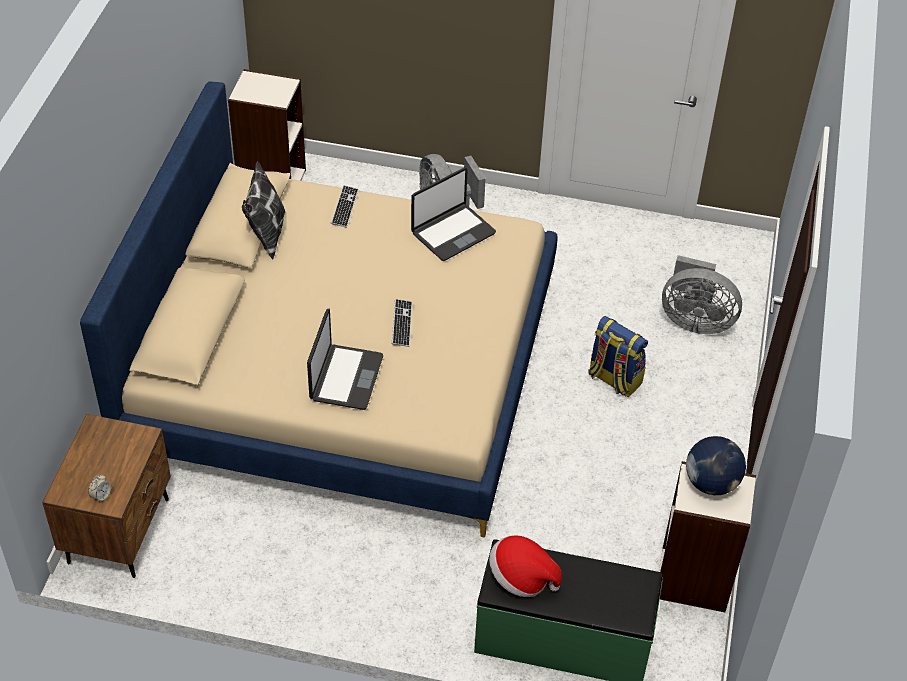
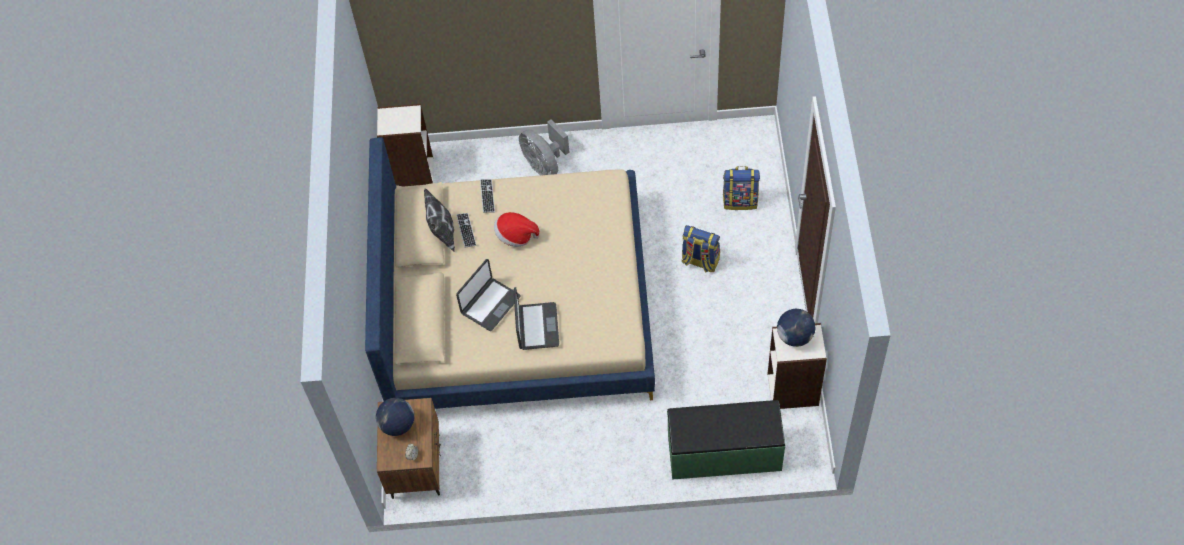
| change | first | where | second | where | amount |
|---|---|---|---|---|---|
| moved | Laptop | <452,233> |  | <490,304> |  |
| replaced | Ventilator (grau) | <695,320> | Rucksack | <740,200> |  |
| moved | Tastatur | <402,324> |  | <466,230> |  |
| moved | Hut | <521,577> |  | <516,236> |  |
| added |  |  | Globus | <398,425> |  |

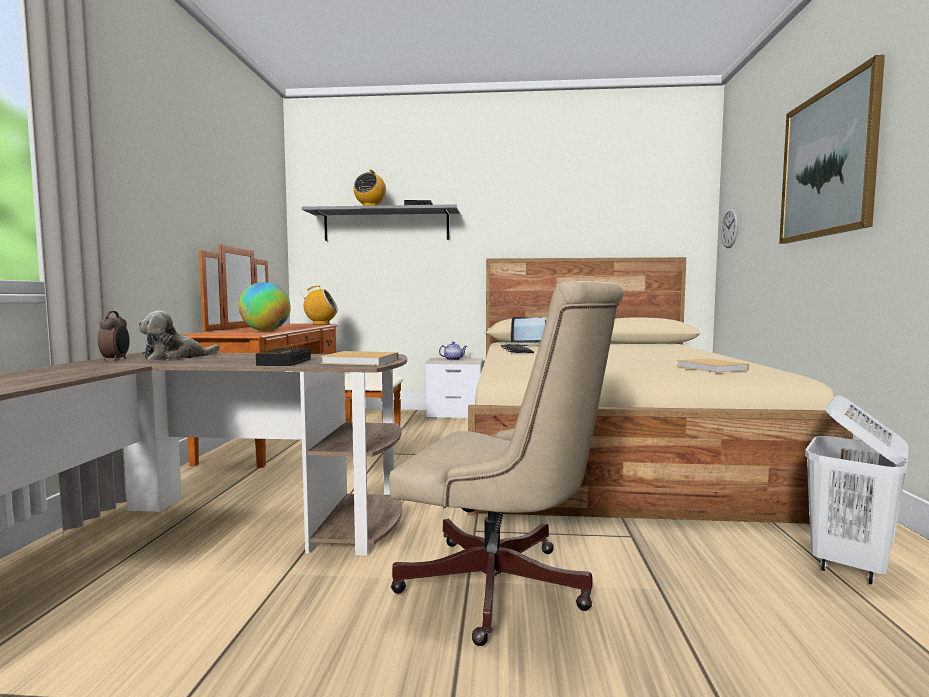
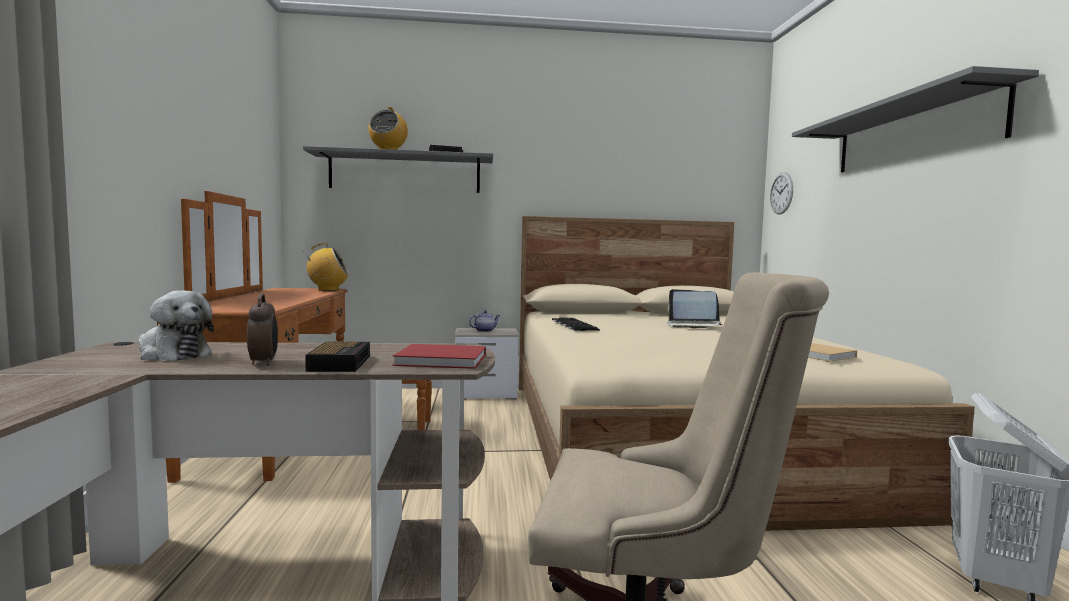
| change | first | where | second | where | amount |
|---|---|---|---|---|---|
| replaced | Bild | <827,163> | Wandregal (grau) | <912,133> |  |
| removed | Globus | <265,330> |  |  |  |
| moved | Wecker | <116,360> |  | <264,362> |  |
| turned | Plüschtier | <175,357> |  | <172,354> | 105 degrees counterclockwise |
| moved | Laptop | <524,345> |  | <693,325> |  |
| recoloured | Buch (beige) | <362,361> | Buch (rot) | <444,360> |  |

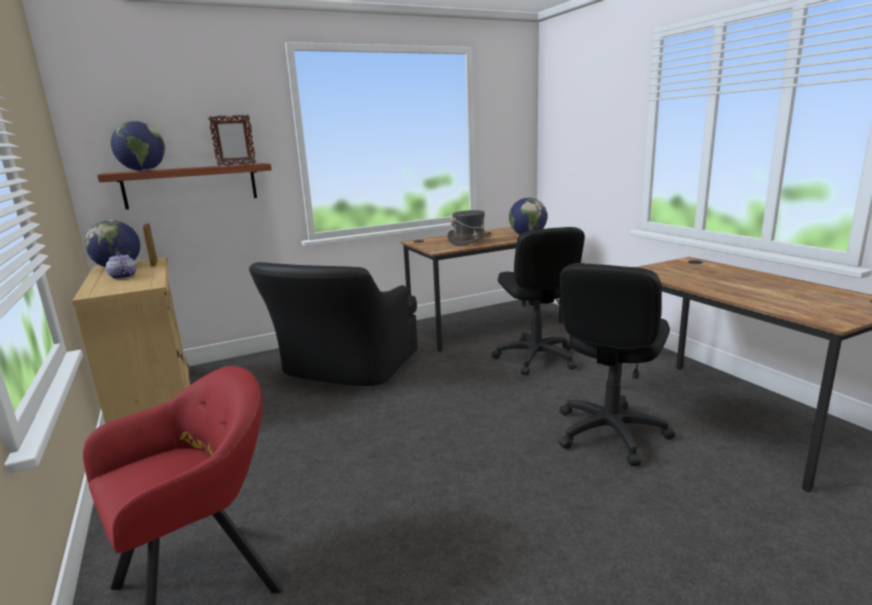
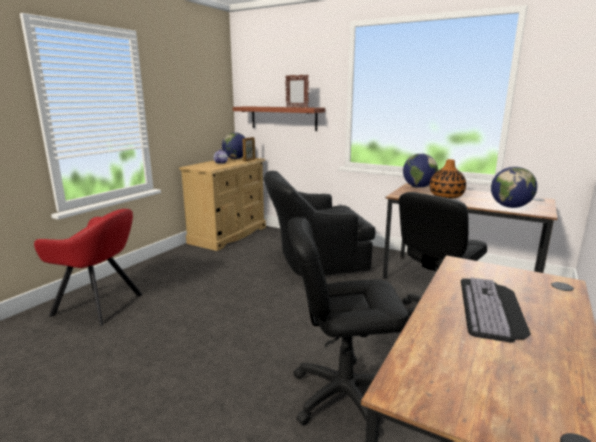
| change | first | where | second | where | amount |
|---|---|---|---|---|---|
| moved | Globus | <143,170> |  | <418,187> |  |
| replaced | Hut (grau) | <469,241> | Vase | <446,196> |  |
| added |  |  | Tastatur | <493,309> |  |

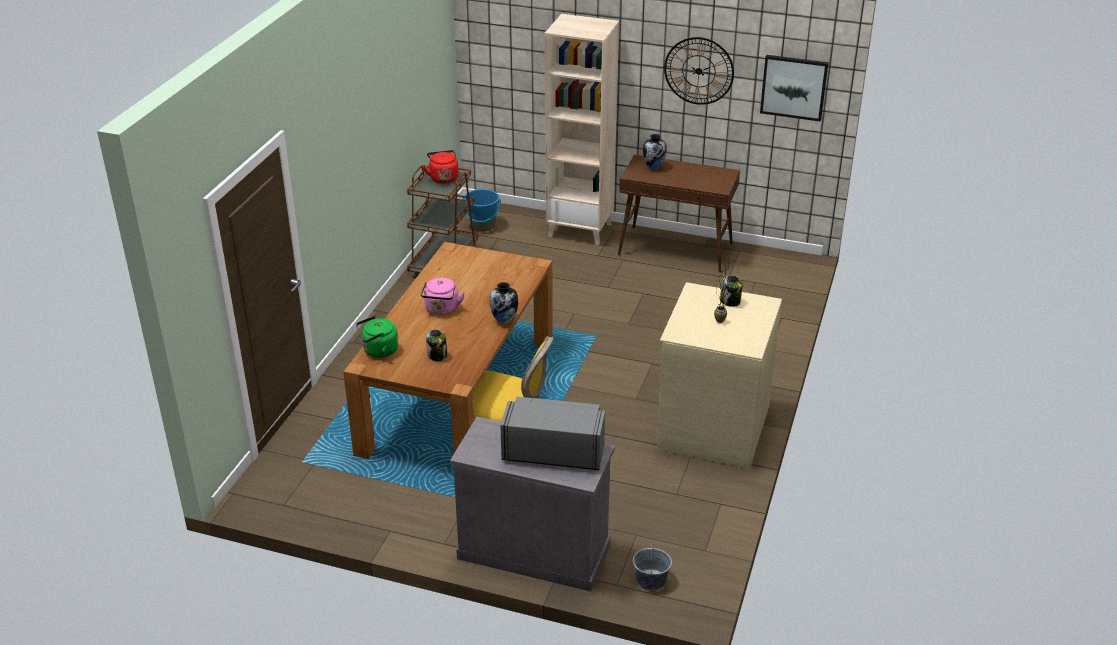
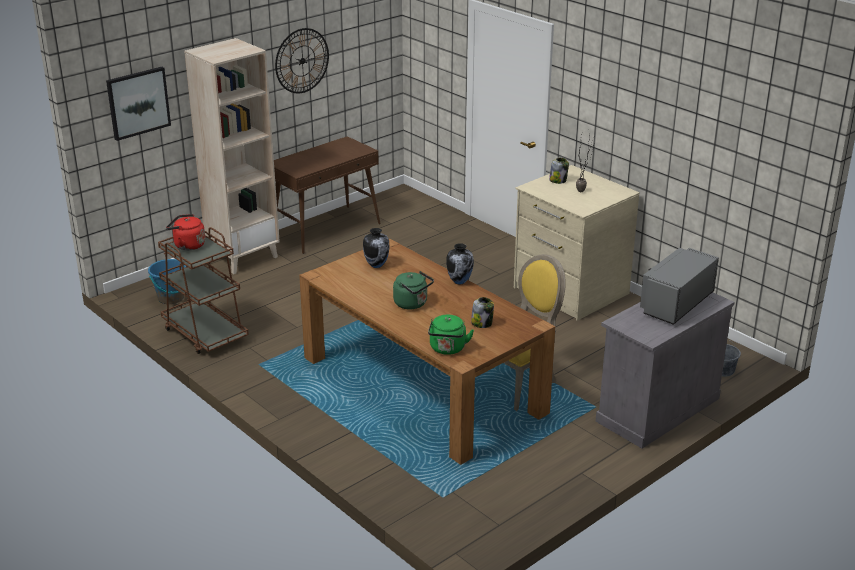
| change | first | where | second | where | amount |
|---|---|---|---|---|---|
| moved | Bild | <794,87> |  | <138,102> |  |
| moved | Vase | <654,167> |  | <377,265> |  |
| recoloured | Wasserkessel (rosa) | <441,310> | Wasserkessel (grün) | <412,304> |  |

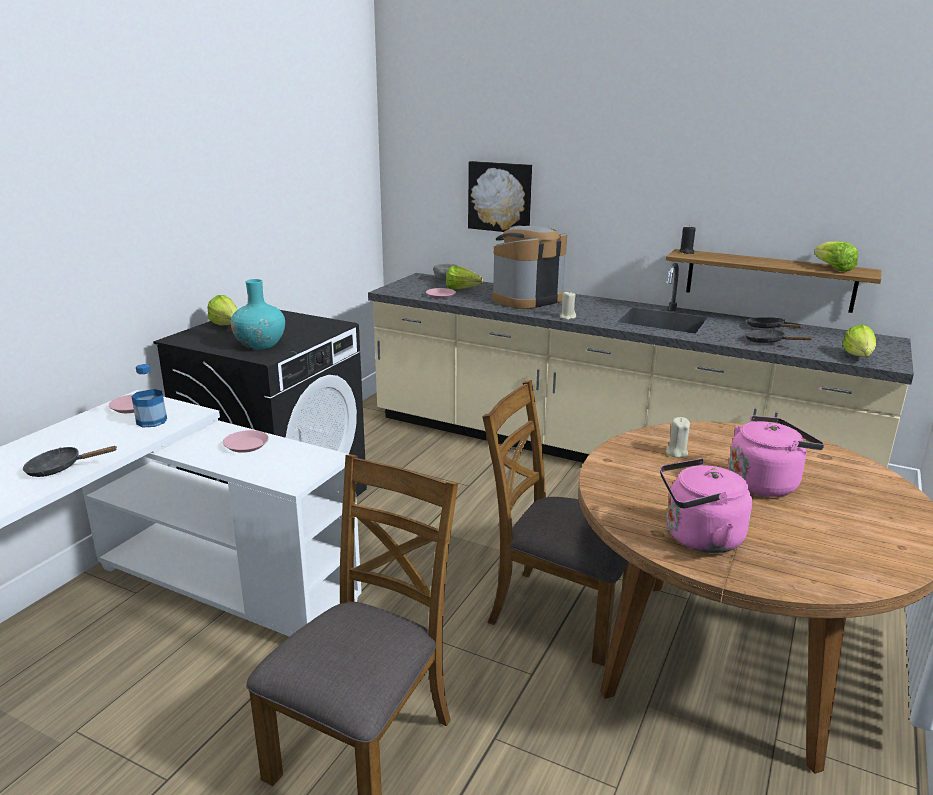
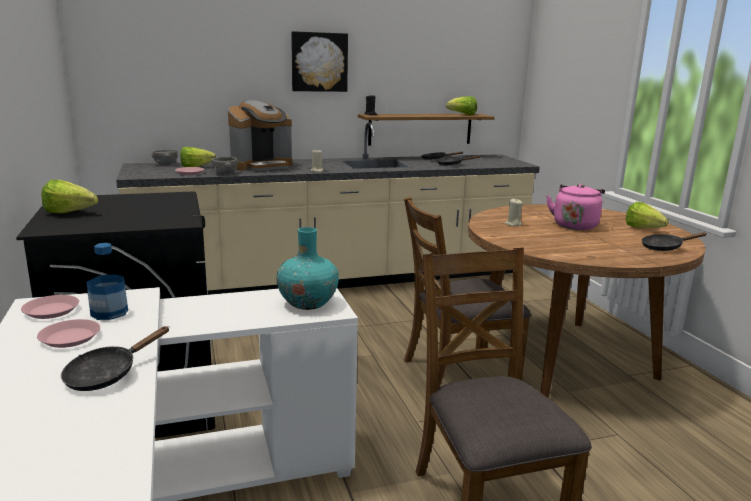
| change | first | where | second | where | amount |
|---|---|---|---|---|---|
| moved | Bild | <500,197> |  | <319,62> |  |
| turned | Kaffeemaschine | <526,299> |  | <262,166> | 135 degrees counterclockwise |
| moved | Vase (türkis) | <260,345> |  | <308,303> |  |
| moved | Salatkopf | <858,358> |  | <646,230> |  |
| moved | Teller (rosa) | <246,445> |  | <70,338> |  |
| removed | Wasserkessel (rosa) | <698,538> |  |  |  |
| added |  |  | Schüssel (grau) | <225,173> |  |
| added |  |  | Pfanne (schwarz) | <665,247> |  |

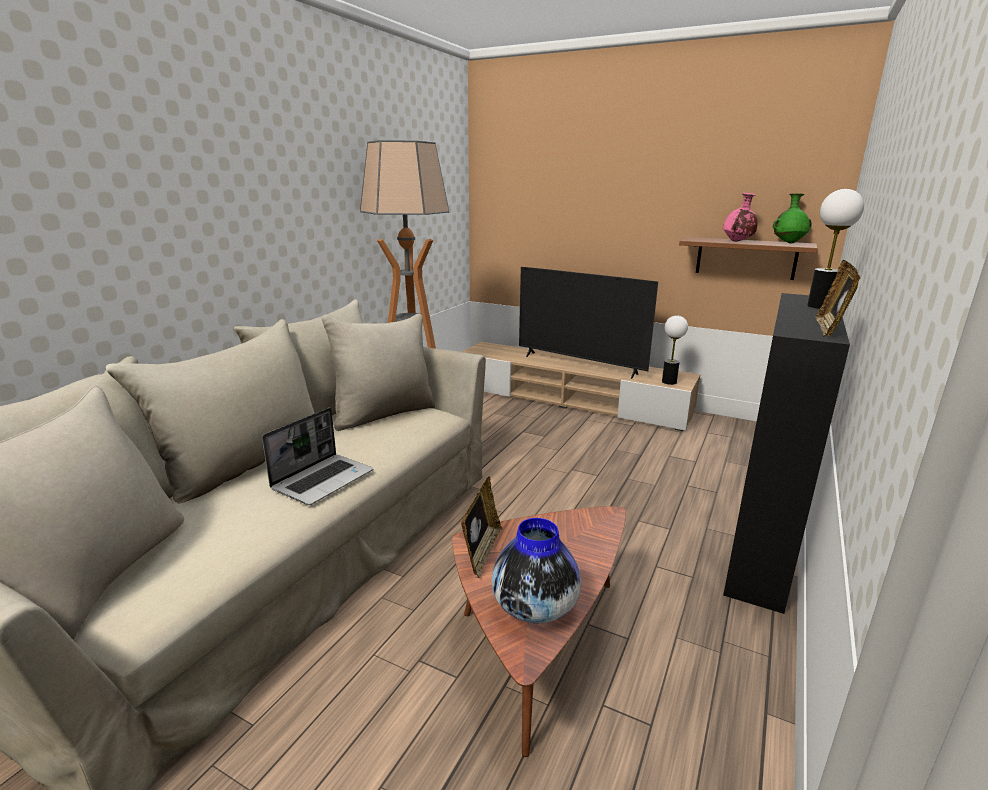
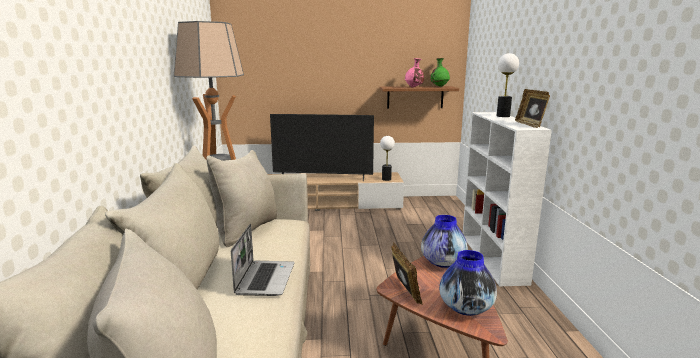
| change | first | where | second | where | amount |
|---|---|---|---|---|---|
| recoloured | Bücherregal (schwarz) | <760,547> | Bücherregal (weiß) | <493,258> |  |
| added |  |  | Vase | <443,263> |  |

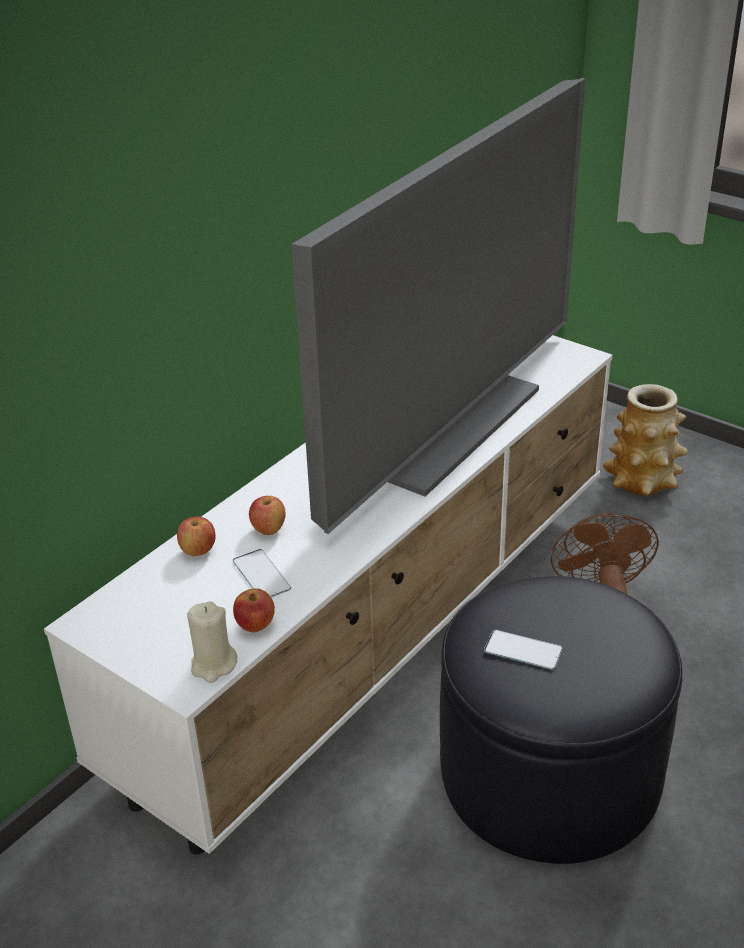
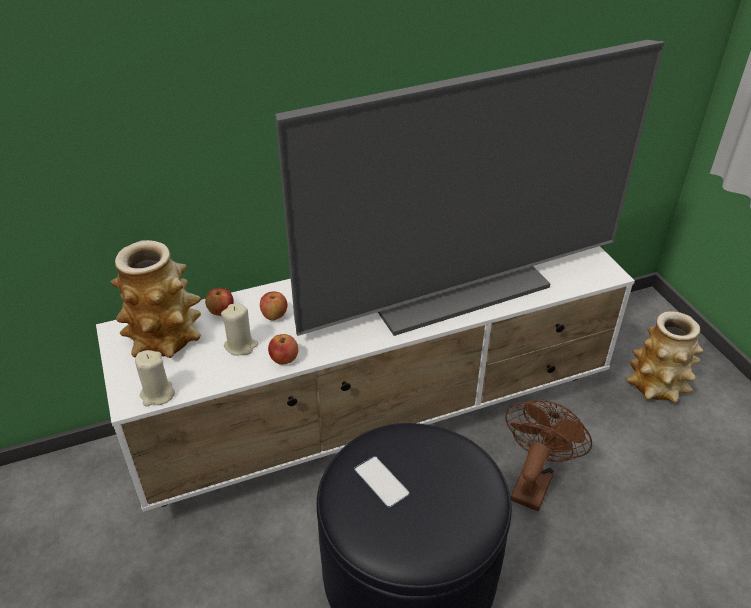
| change | first | where | second | where | amount |
|---|---|---|---|---|---|
| replaced | Handy | <261,575> | Kerze (beige) | <241,346> |  |
| moved | Apfel | <255,625> |  | <284,360> |  |
| added |  |  | Vase | <165,337> |  |

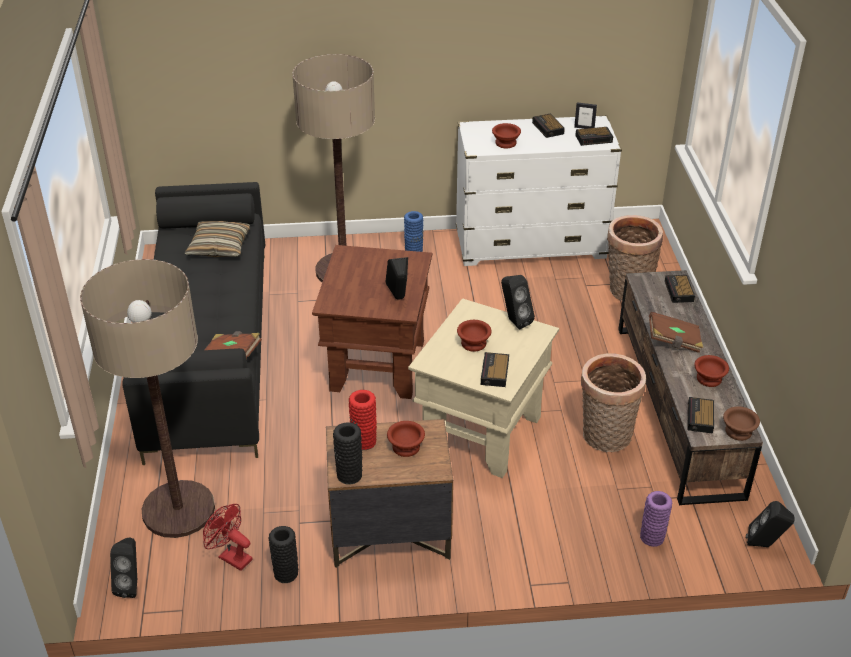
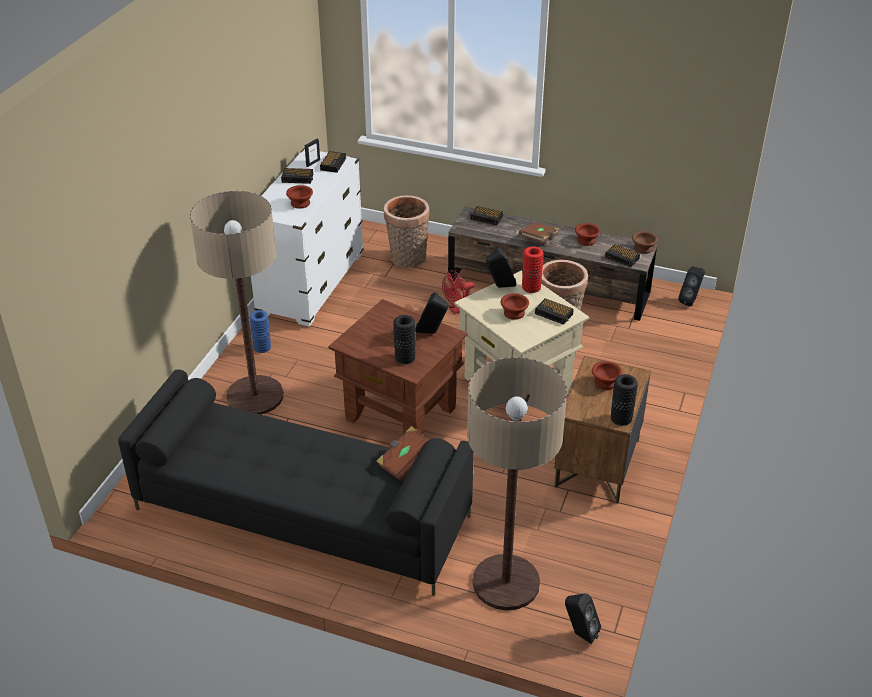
| change | first | where | second | where | amount |
|---|---|---|---|---|---|
| removed | Kissen | <219,247> |  |  |  |
| moved | Vase (rot) | <364,441> |  | <531,287> |  |
| removed | Vase (lila) | <652,537> |  |  |  |
| moved | Ventilator (rot) | <231,557> |  | <457,309> |  |
| moved | Vase (schwarz) | <286,573> |  | <405,358> |  |

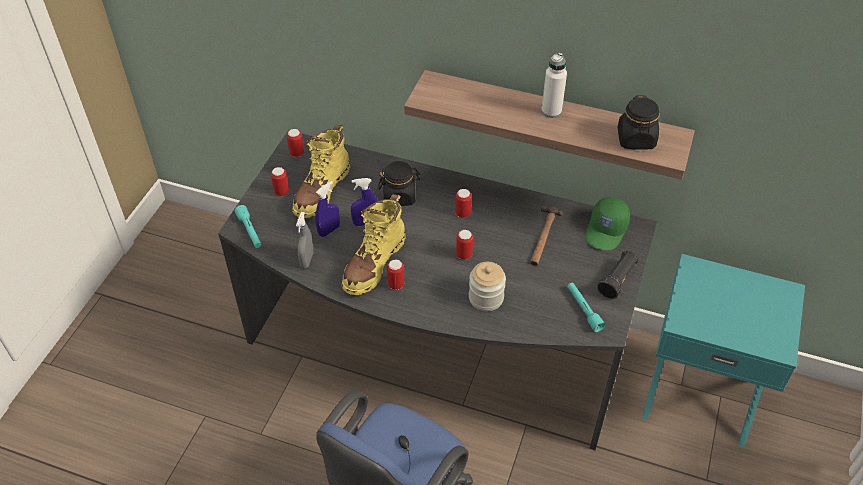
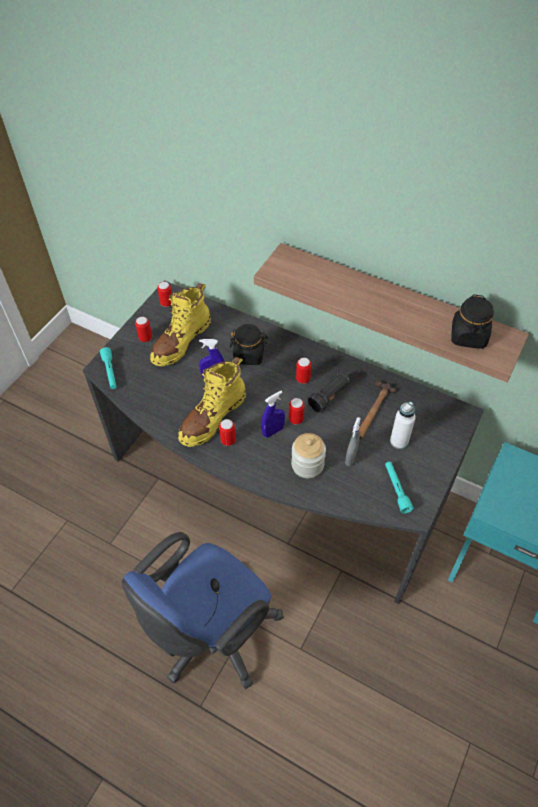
| change | first | where | second | where | amount |
|---|---|---|---|---|---|
| moved | Flasche (weiß) | <551,111> |  | <399,441> |  |
| moved | Sprühflasche (blau) | <329,230> |  | <273,431> |  |
| removed | Kappe (grün) | <606,231> |  |  |  |
| moved | Sprühflasche (grau) | <307,260> |  | <351,457> |  |
| moved | Taschenlampe (schwarz) | <617,280> |  | <329,397> |  |

